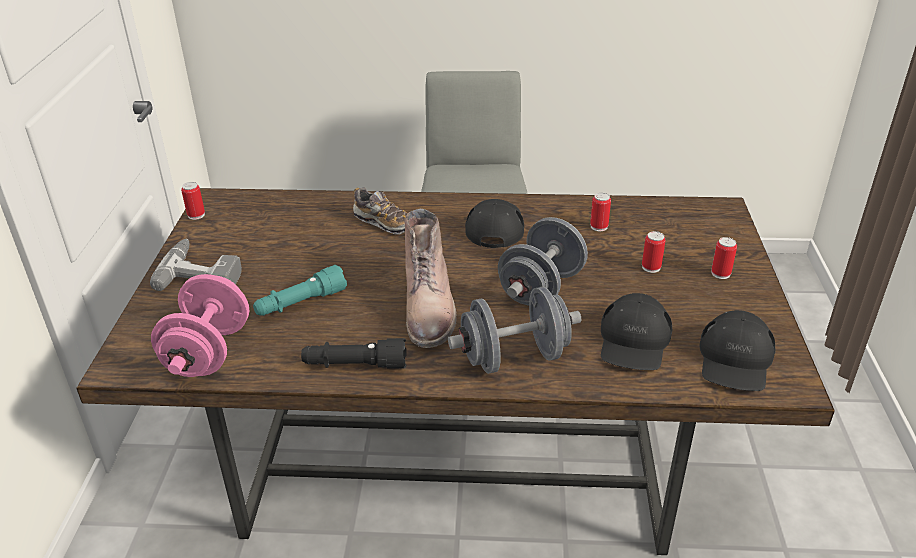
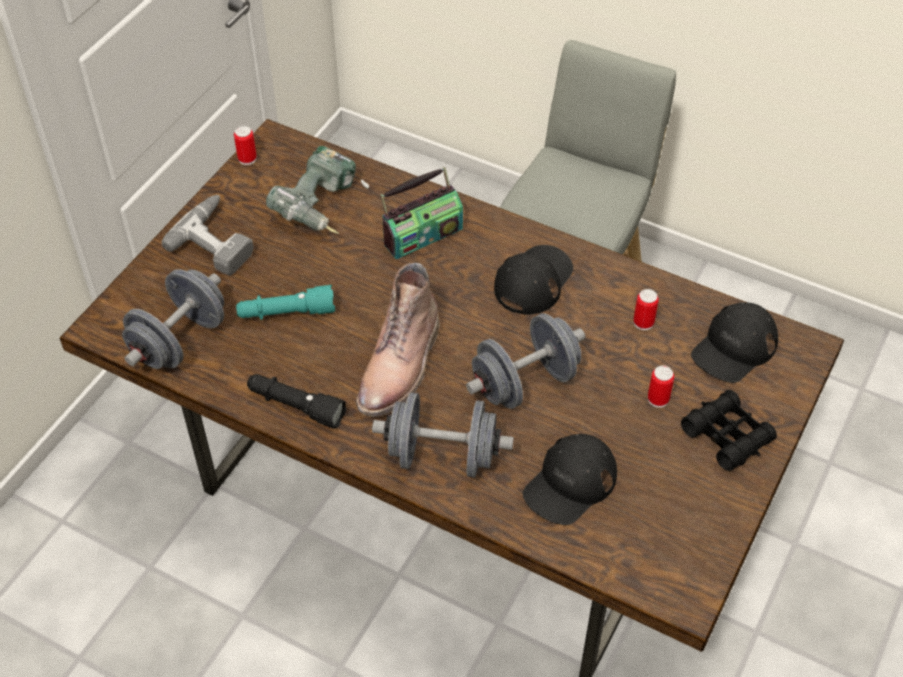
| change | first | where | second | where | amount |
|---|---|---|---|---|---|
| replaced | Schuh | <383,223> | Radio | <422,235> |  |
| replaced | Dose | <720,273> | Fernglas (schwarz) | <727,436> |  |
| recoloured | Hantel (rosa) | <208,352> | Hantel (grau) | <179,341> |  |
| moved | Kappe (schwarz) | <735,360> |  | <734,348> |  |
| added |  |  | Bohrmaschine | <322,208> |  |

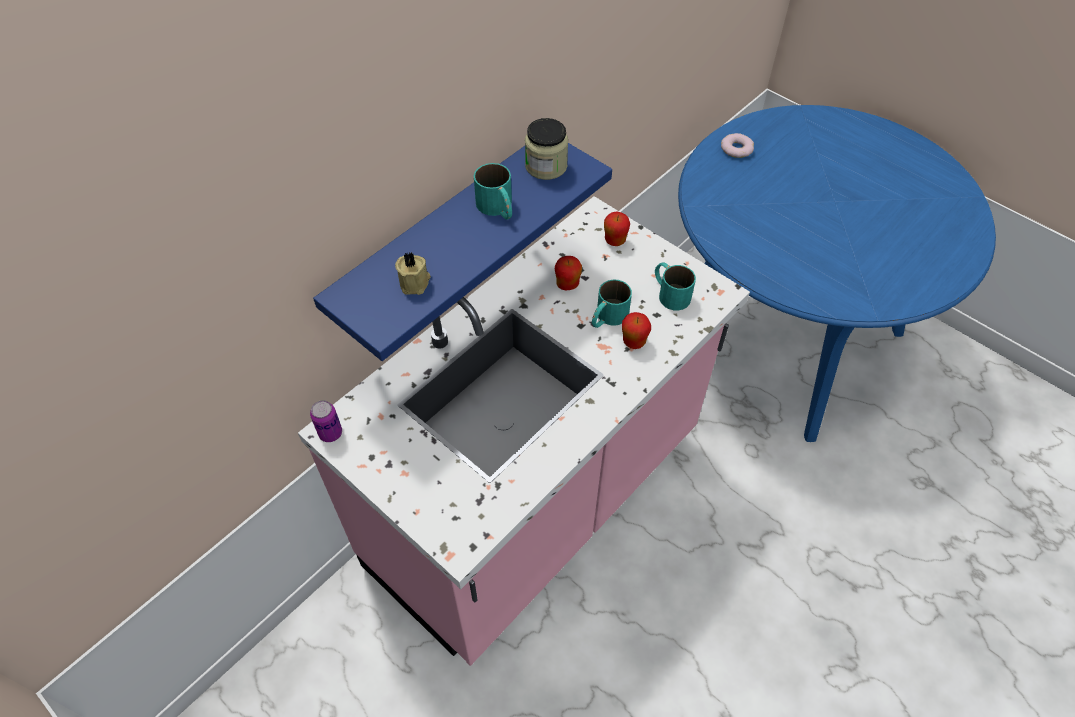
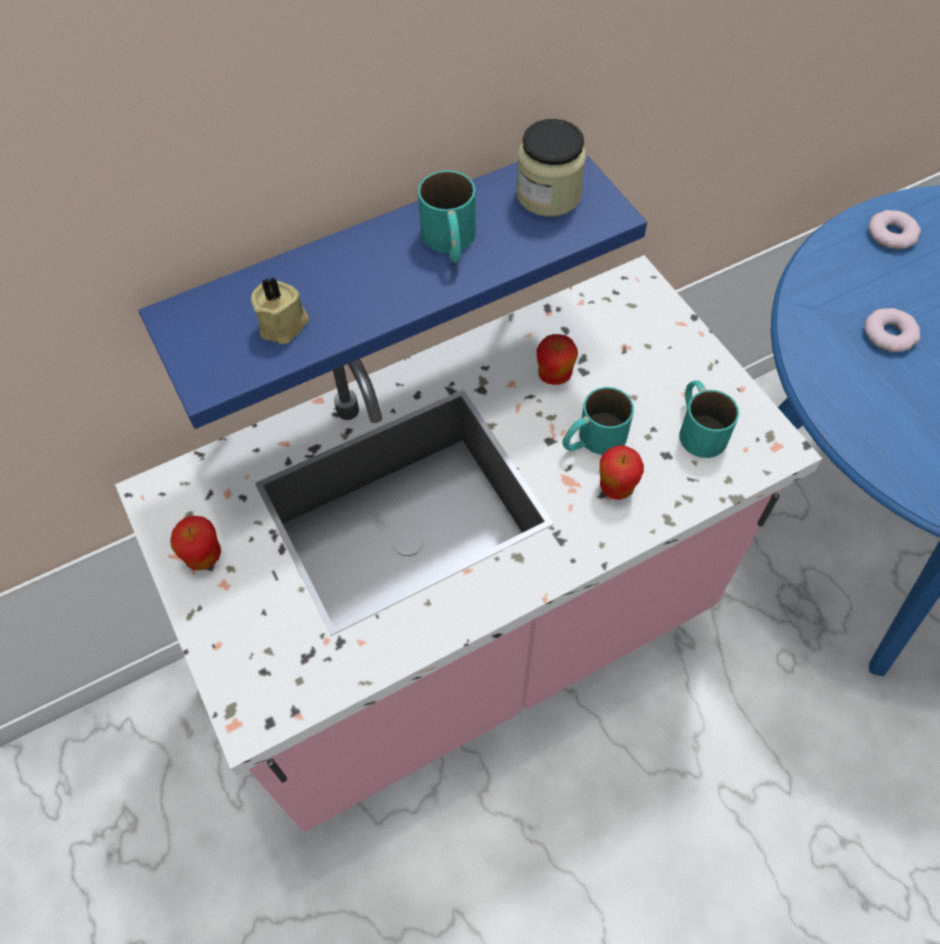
| change | first | where | second | where | amount |
|---|---|---|---|---|---|
| moved | Apfel | <615,241> |  | <204,556> |  |
| removed | Dose | <330,433> |  |  |  |
| added |  |  | Donut | <889,334> |  |

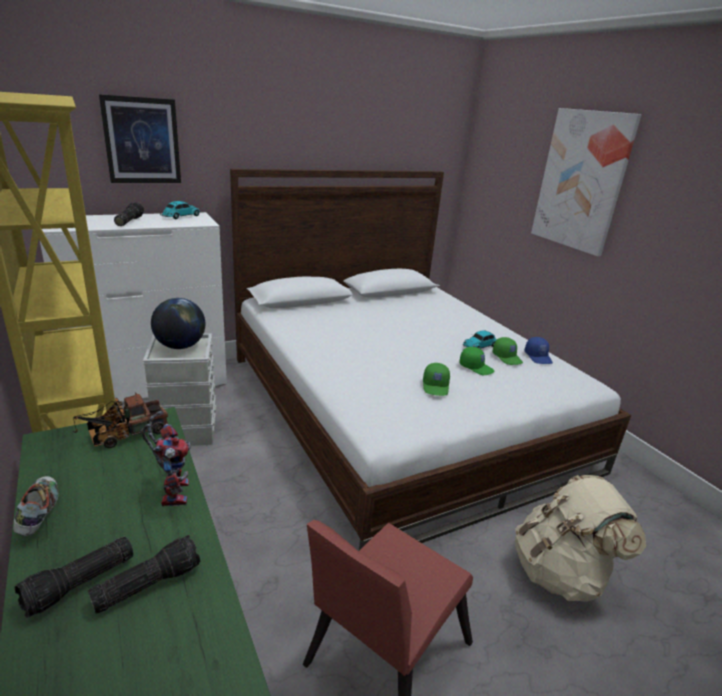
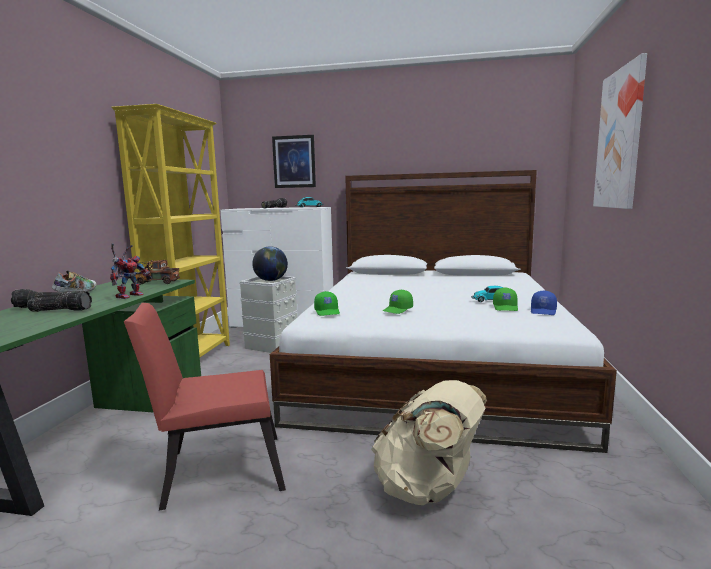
| change | first | where | second | where | amount |
|---|---|---|---|---|---|
| moved | Kappe (grün) | <476,367> |  | <327,312> |  |

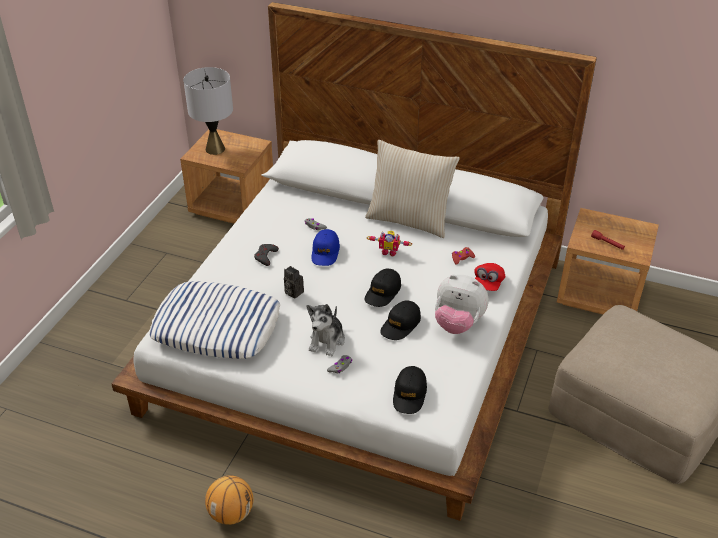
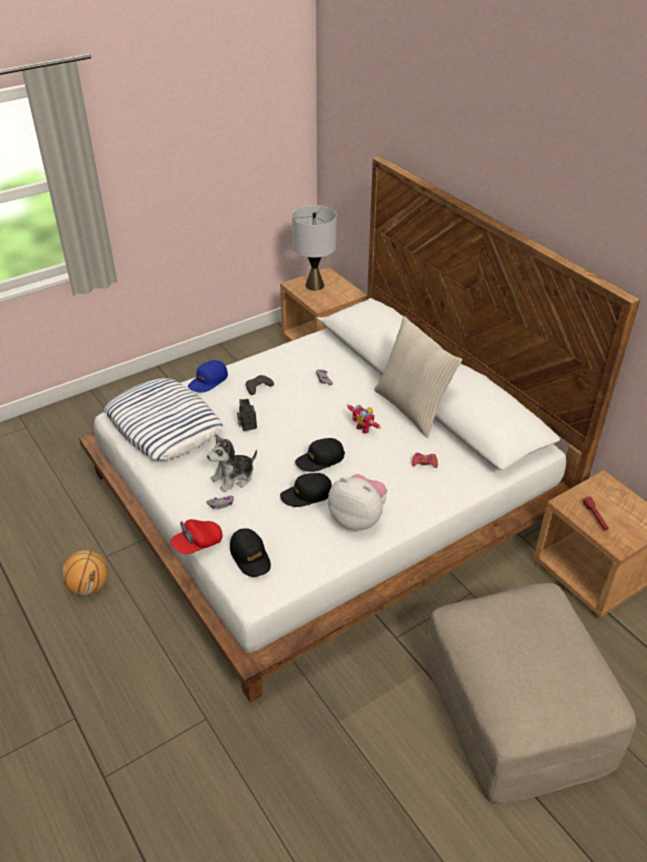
| change | first | where | second | where | amount |
|---|---|---|---|---|---|
| moved | Kappe (blau) | <325,252> |  | <208,381> |  |
| moved | Kappe (rot) | <488,284> |  | <197,544> |  |
| turned | Plüschtier | <458,324> |  | <358,519> | 150 degrees clockwise |
| turned | Kappe (schwarz) | <409,394> |  | <250,557> | 75 degrees counterclockwise |

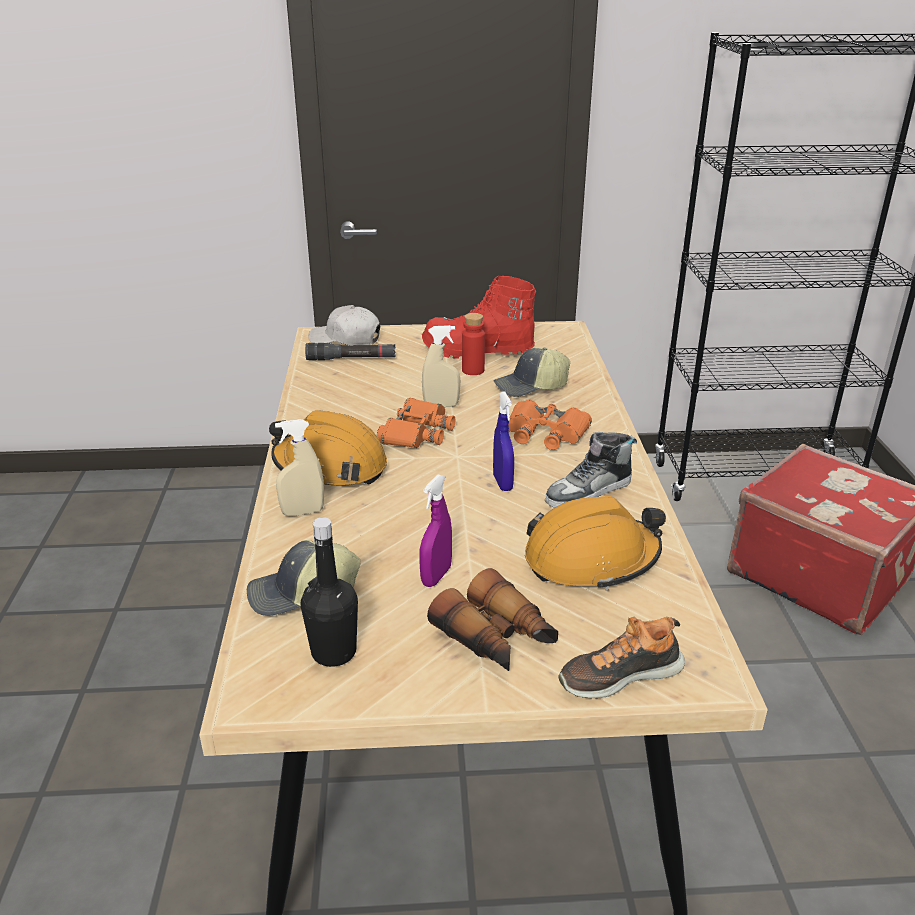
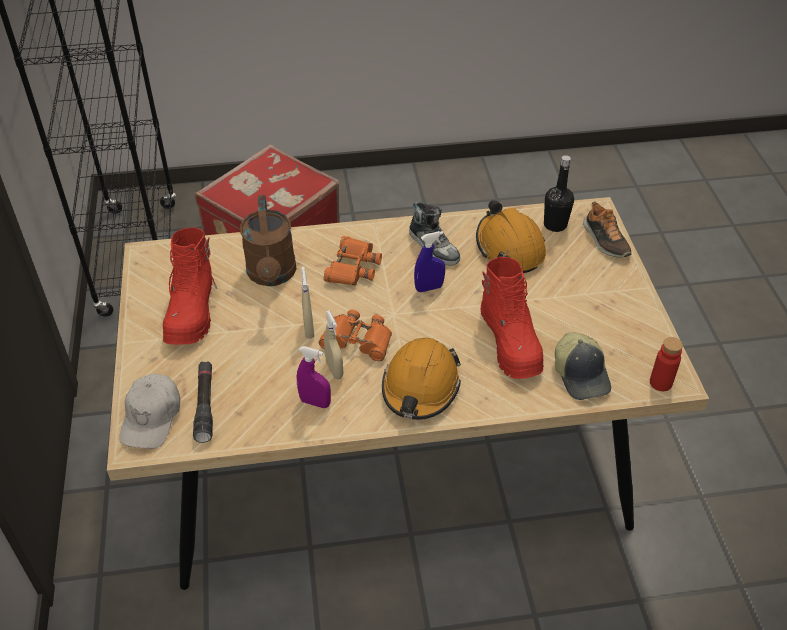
| change | first | where | second | where | amount |
|---|---|---|---|---|---|
| moved | Flasche (rot) | <473,370> |  | <660,383> |  |
| replaced | Kappe | <531,387> | Gießkanne (braun) | <272,275> |  |
| moved | Sprühflasche (beige) | <303,512> |  | <334,370> |  |
| moved | Sprühflasche (lila) | <436,576> |  | <315,402> |  |
| moved | Flasche (schwarz) | <334,652> |  | <555,225> |  |
| removed | Fernglas | <496,638> |  |  |  |
| added |  |  | Stiefel (rot) | <511,343> |  |

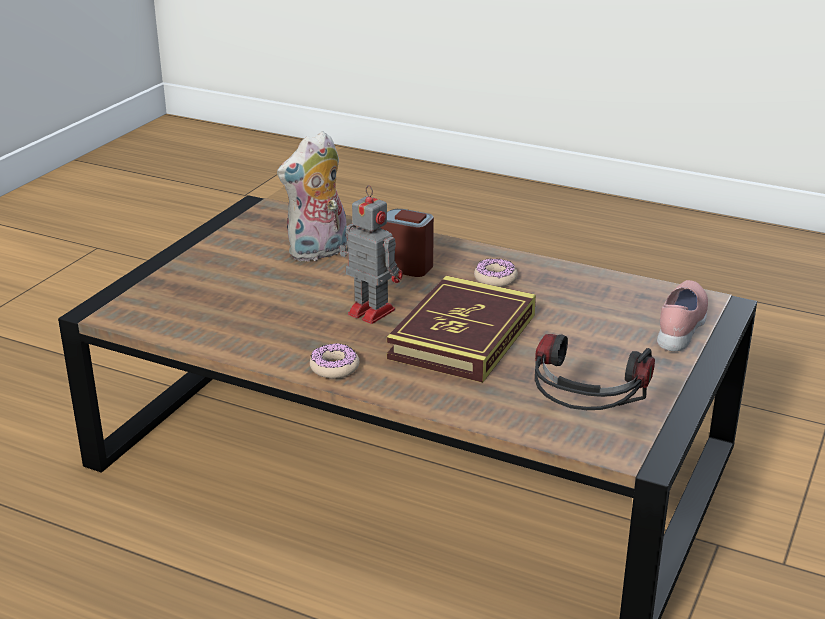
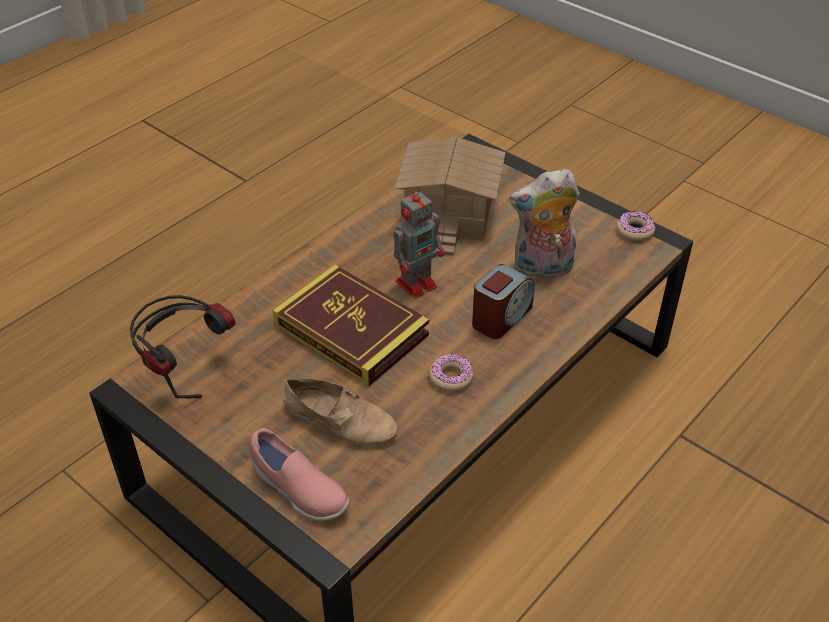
| change | first | where | second | where | amount |
|---|---|---|---|---|---|
| turned | Plüschtier | <318,253> |  | <542,269> | 75 degrees counterclockwise |
| moved | Donut | <334,367> |  | <634,231> |  |
| added |  |  | Spielzeughaus | <452,212> |  |
| added |  |  | Schuh (beige) | <341,419> |  |

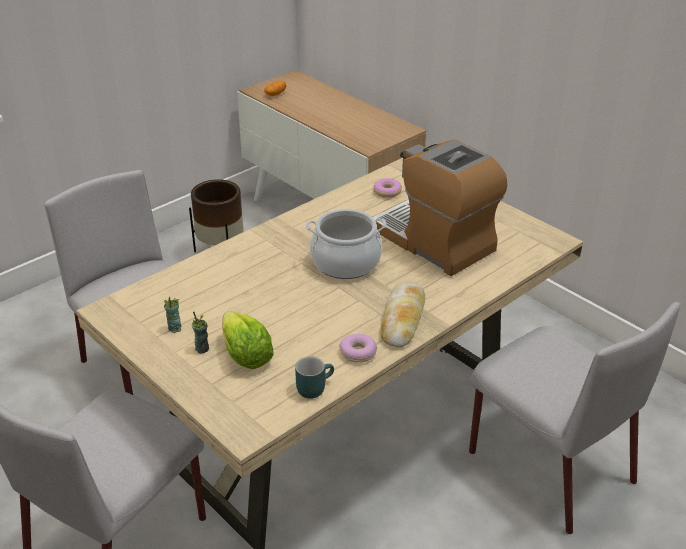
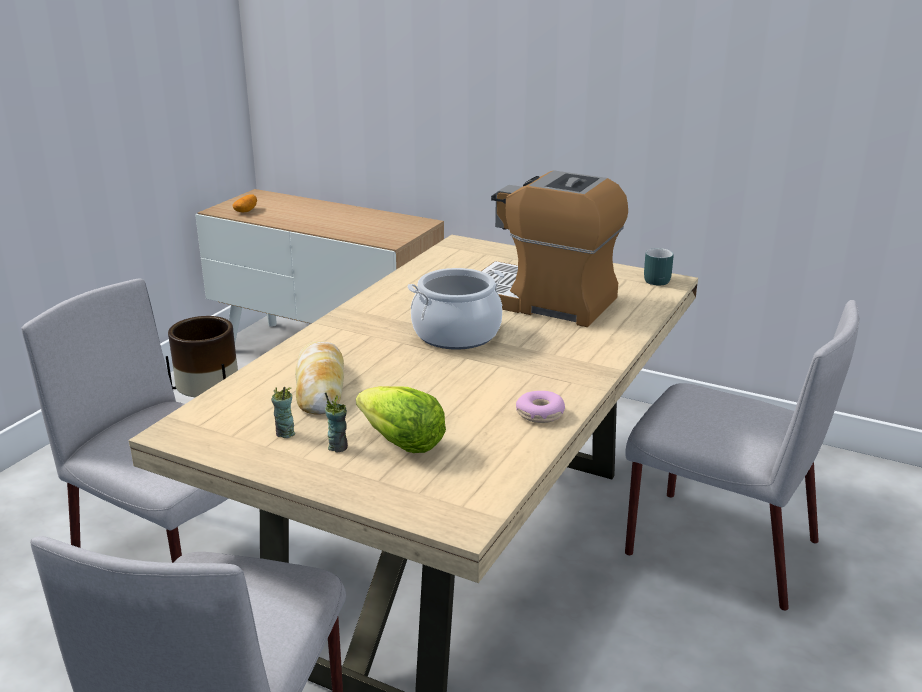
| change | first | where | second | where | amount |
|---|---|---|---|---|---|
| removed | Donut | <387,191> |  |  |  |
| moved | Brot | <402,319> |  | <320,387> |  |
| moved | Henkelbecher (türkis) | <313,387> |  | <657,279> |  |

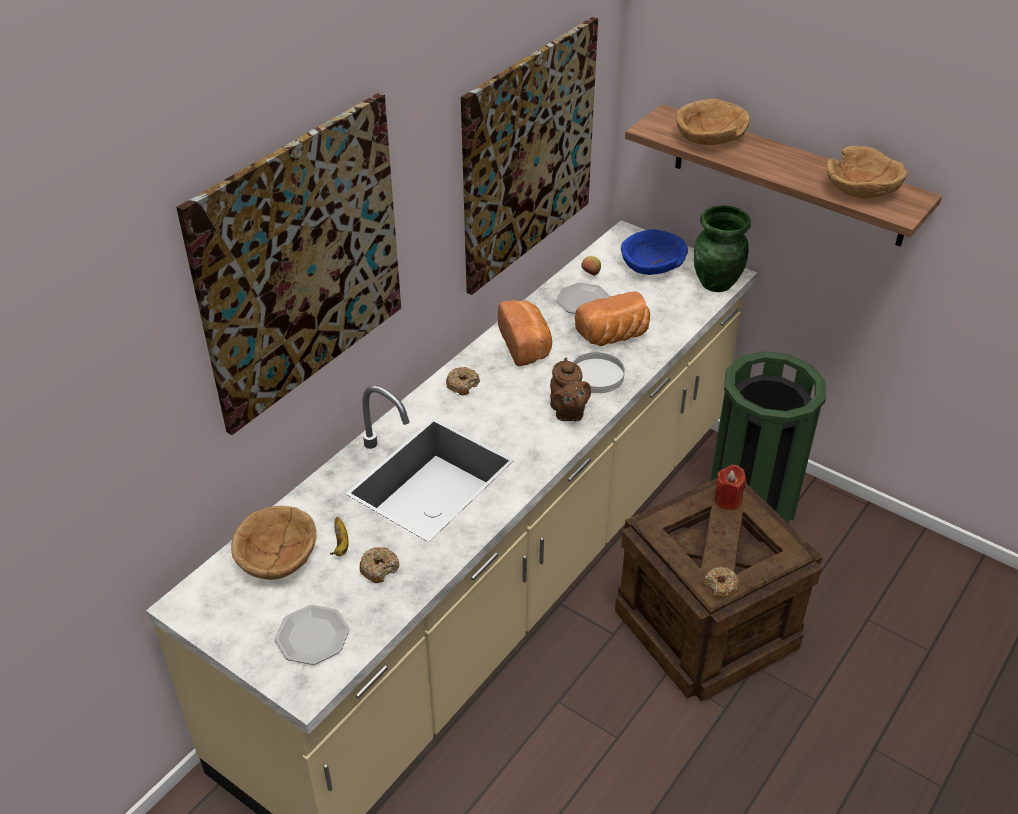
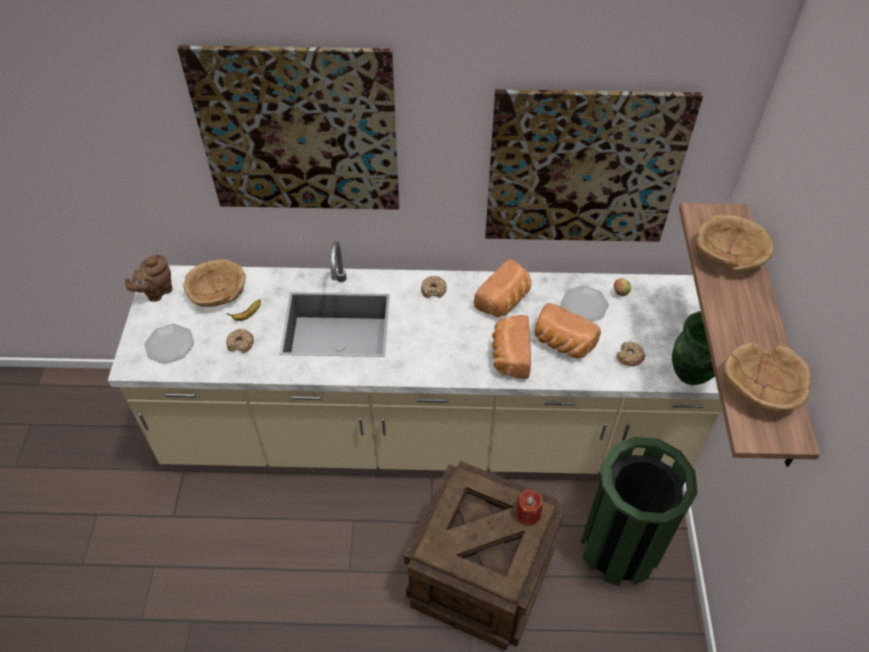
| change | first | where | second | where | amount |
|---|---|---|---|---|---|
| removed | Schüssel (blau) | <652,266> |  |  |  |
| replaced | Teller (weiß) | <597,375> | Brot | <509,356> |  |
| moved | Teekanne (braun) | <568,413> |  | <156,292> |  |
| moved | Donut | <721,586> |  | <629,357> |  |

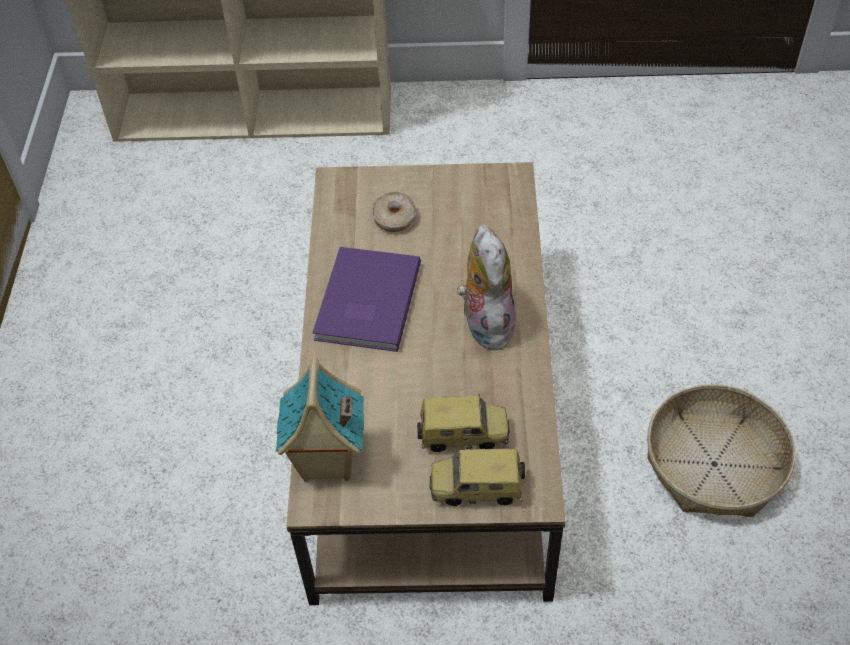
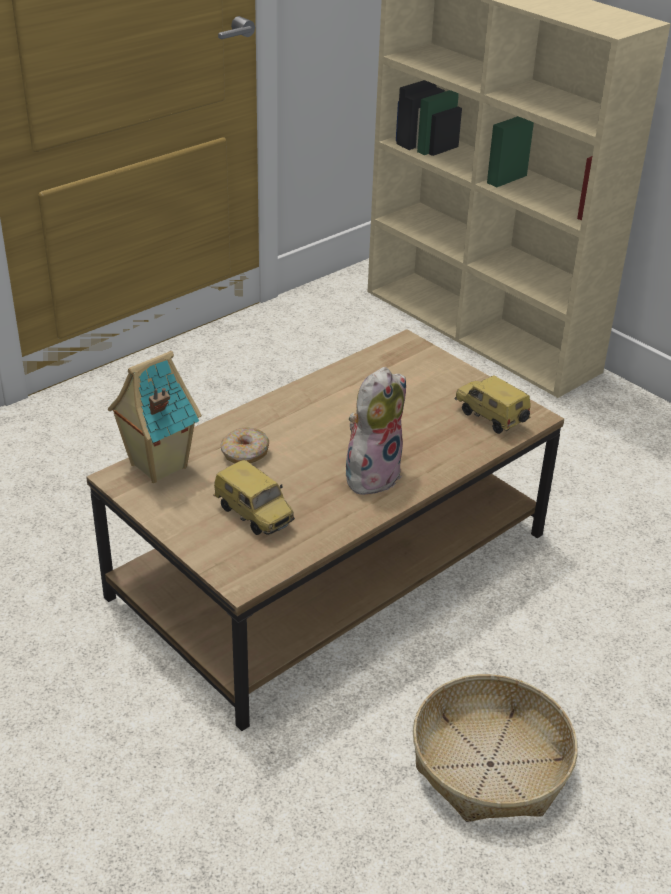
| change | first | where | second | where | amount |
|---|---|---|---|---|---|
| moved | Donut | <394,218> |  | <245,453> |  |
| removed | Buch (lila) | <364,302> |  |  |  |
| moved | Spielzeugauto | <477,491> |  | <489,418> |  |

